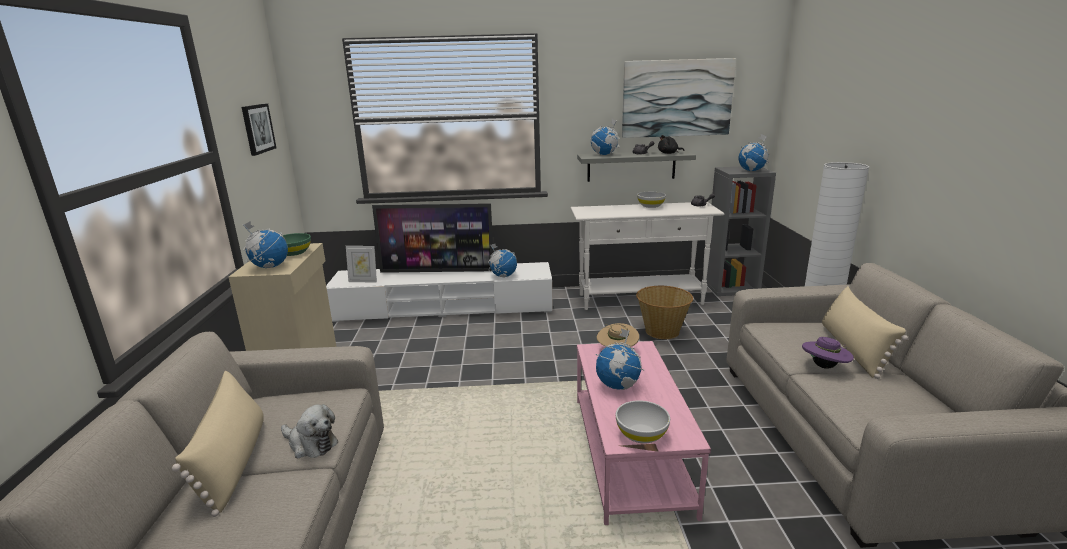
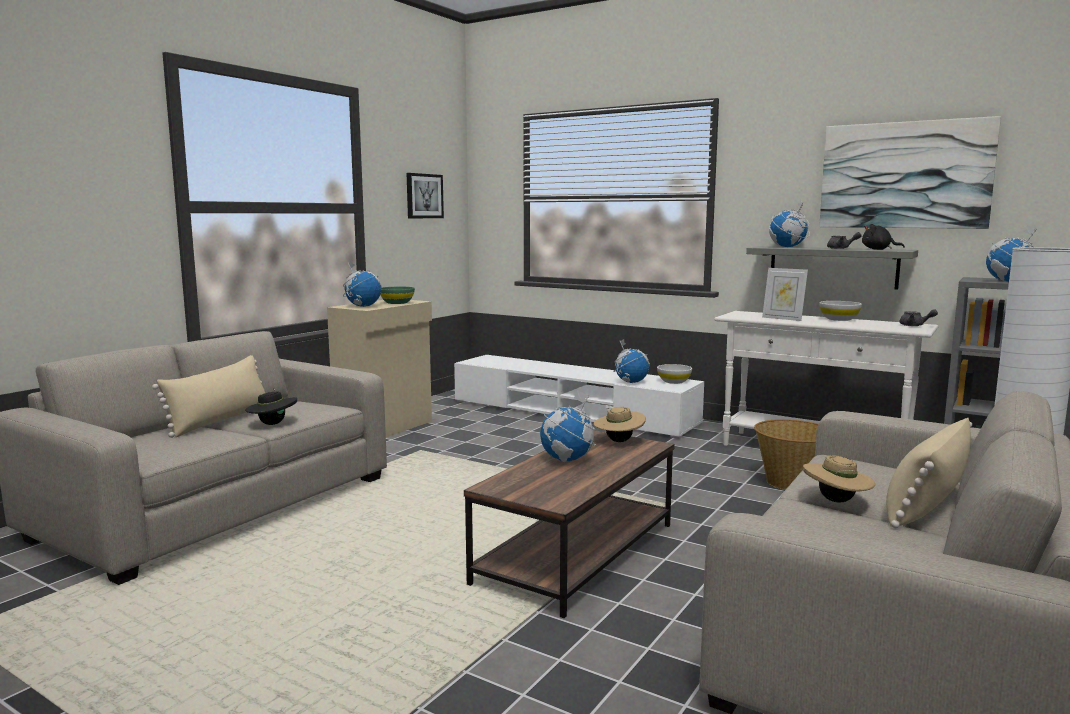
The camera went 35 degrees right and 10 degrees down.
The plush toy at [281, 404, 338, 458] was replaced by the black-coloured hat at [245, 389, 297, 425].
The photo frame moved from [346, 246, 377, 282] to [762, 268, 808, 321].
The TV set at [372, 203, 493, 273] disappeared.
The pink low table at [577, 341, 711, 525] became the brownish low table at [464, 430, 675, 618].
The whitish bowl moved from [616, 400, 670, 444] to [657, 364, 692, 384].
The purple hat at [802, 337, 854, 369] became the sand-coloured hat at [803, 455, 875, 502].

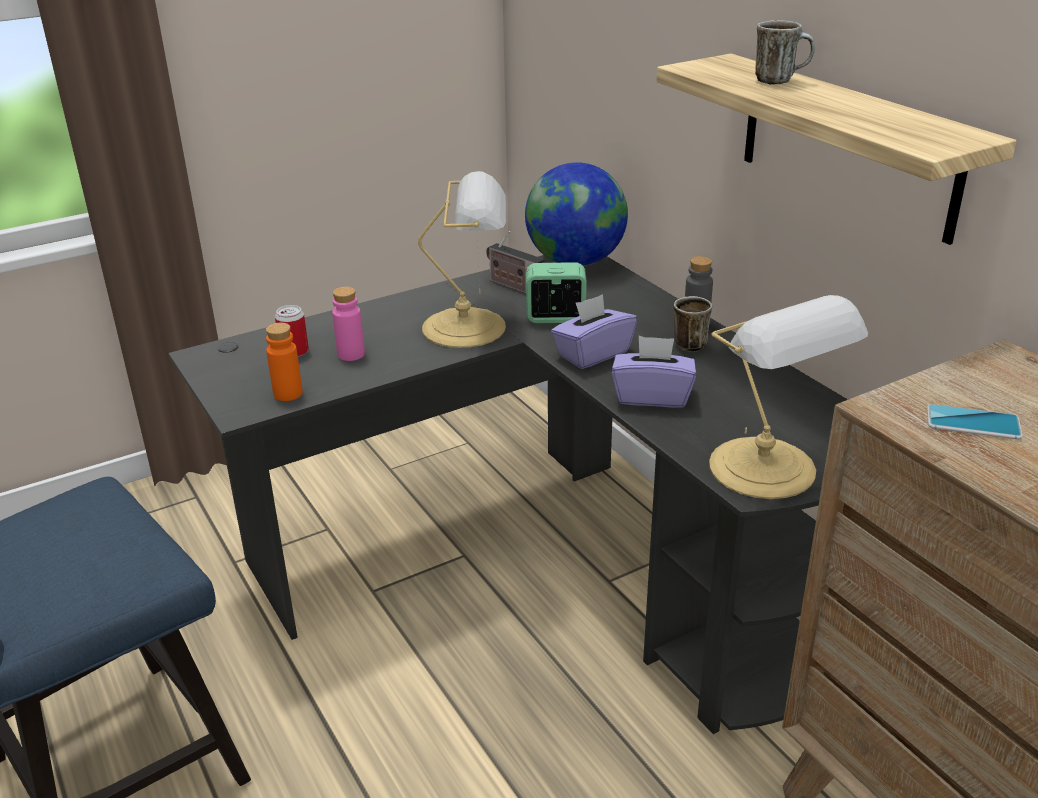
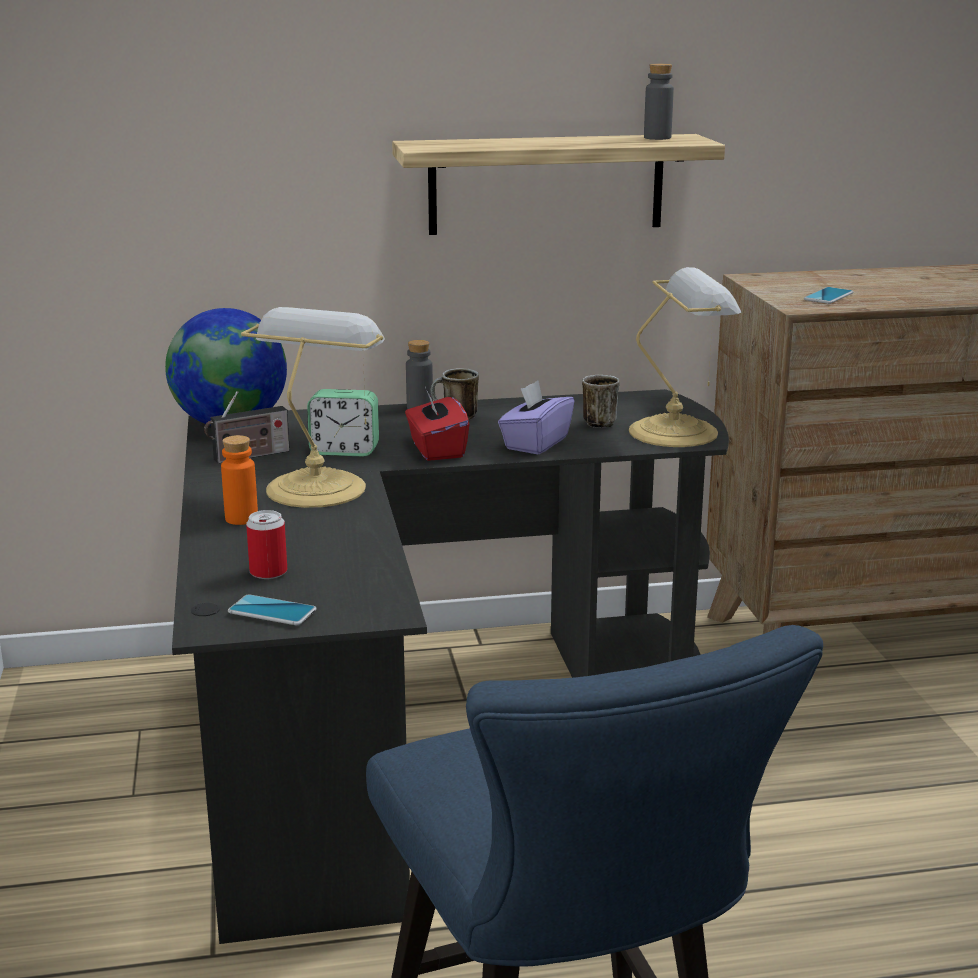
The camera went 70 degrees left and 10 degrees down.
The orange beverage bottle moved from [266, 322, 303, 401] to [221, 435, 258, 525].
The pink beverage bottle at [332, 286, 365, 361] disappeared.
The alarm clock at [526, 262, 587, 323] turned 105 degrees counterclockwise.
The purple box of tissues at [551, 294, 637, 369] became the red-coloured box of tissues at [405, 387, 469, 461].
The tea mug moved from [755, 20, 815, 85] to [582, 375, 620, 428].
The handset at [228, 594, 316, 625] appeared.
The gray beverage bottle at [644, 64, 674, 140] appeared.

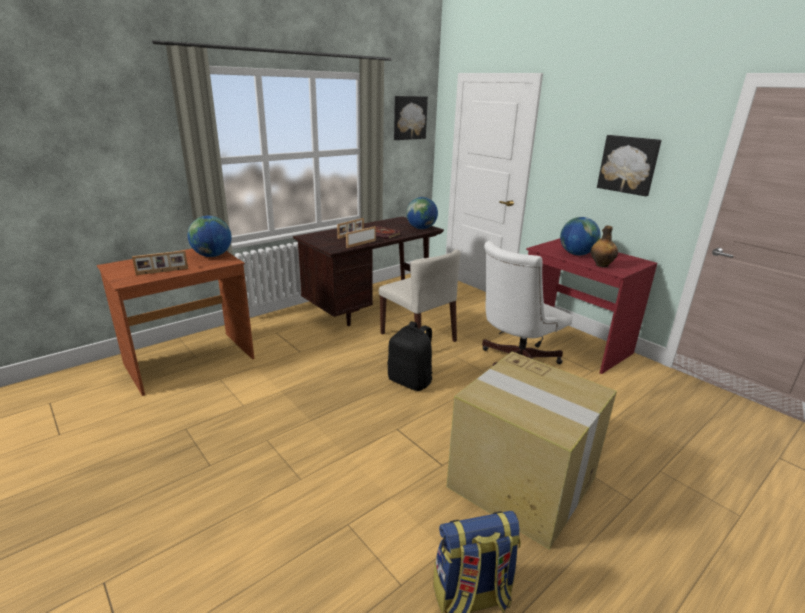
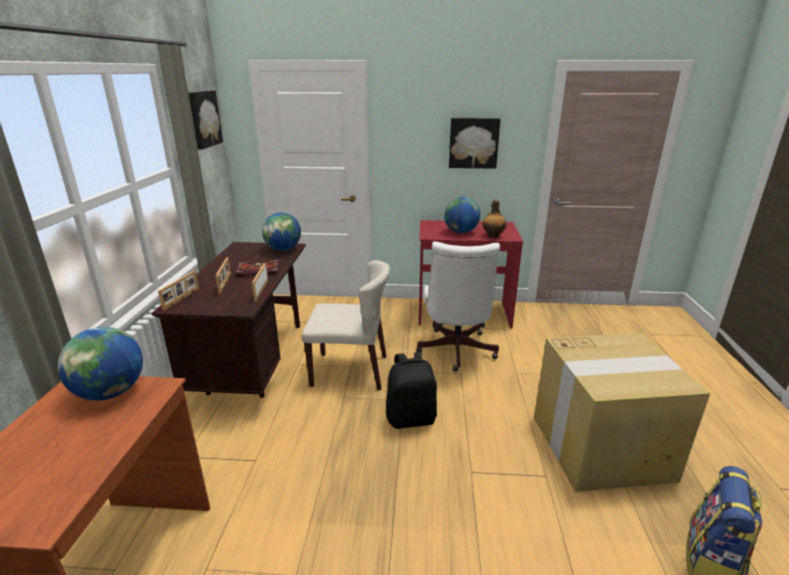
The camera went 45 degrees left and 0 degrees up.
The photo frame moved from [132, 250, 188, 275] to [158, 271, 199, 310].

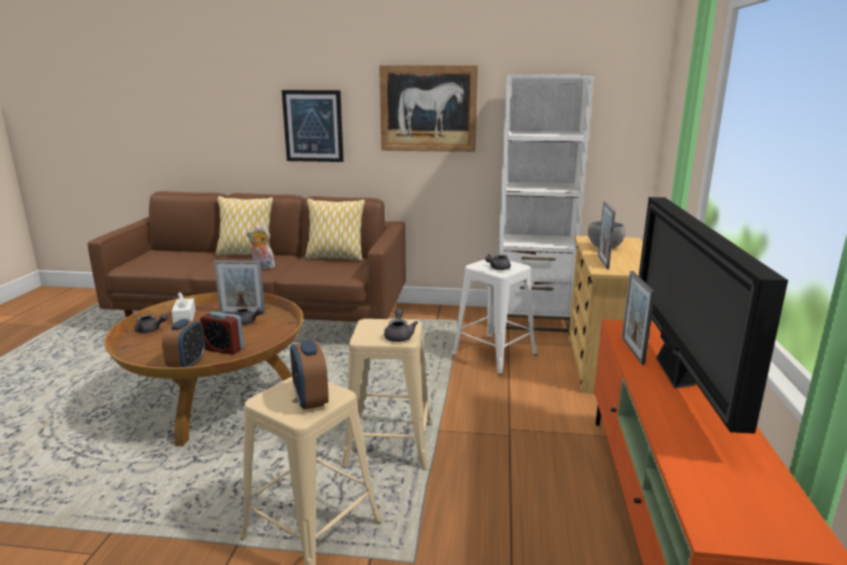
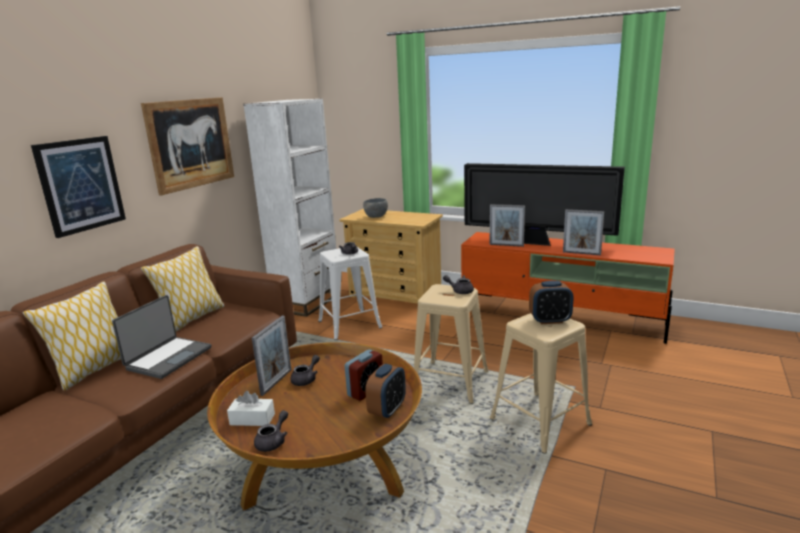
The camera went 70 degrees left and 0 degrees up.
The alarm clock at [162, 319, 205, 368] turned 90 degrees clockwise.
The plush toy at [247, 224, 275, 269] was replaced by the laptop at [112, 295, 212, 379].
The photo frame moved from [598, 201, 616, 269] to [563, 209, 605, 255].

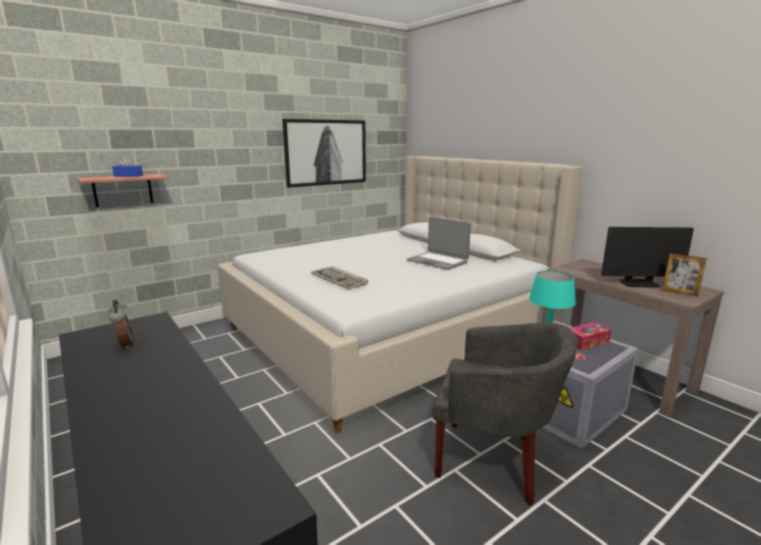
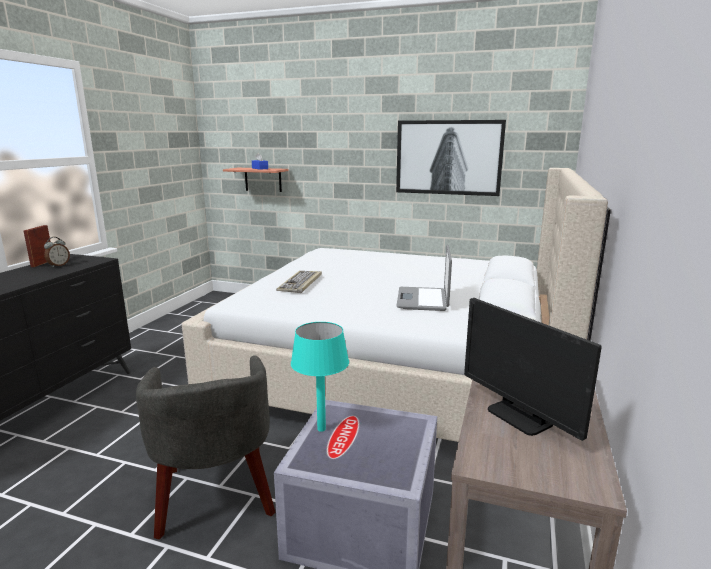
The camera went 55 degrees right and 0 degrees up.
The box of tissues at [570, 322, 611, 350] disappeared.
The photo frame moved from [662, 253, 707, 297] to [24, 225, 51, 267].

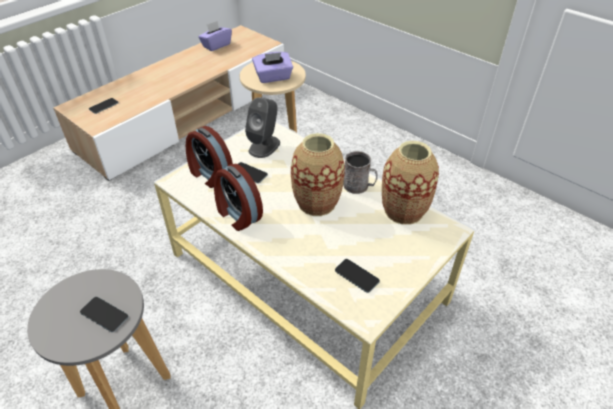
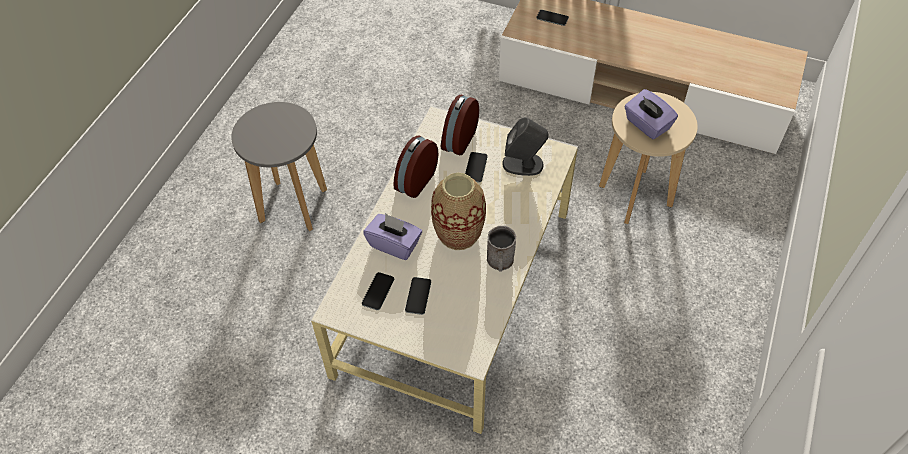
The camera went 70 degrees right and 10 degrees up.
The handset moved from [80, 297, 129, 332] to [405, 277, 431, 315].
The purple box of tissues moved from [198, 21, 232, 51] to [363, 213, 422, 260].
The vase at [382, 141, 439, 225] disappeared.

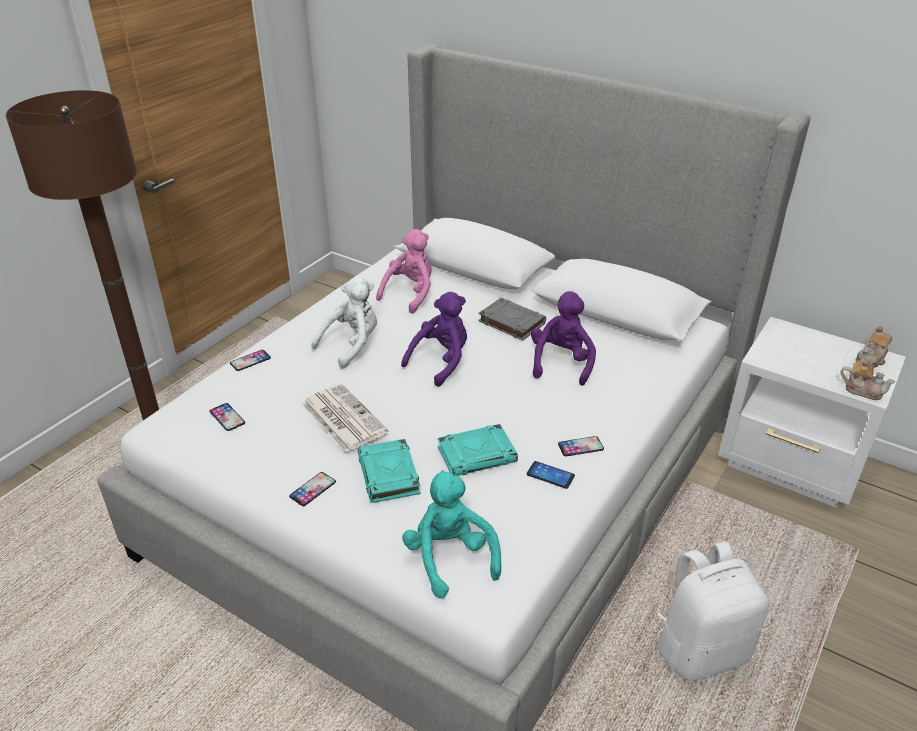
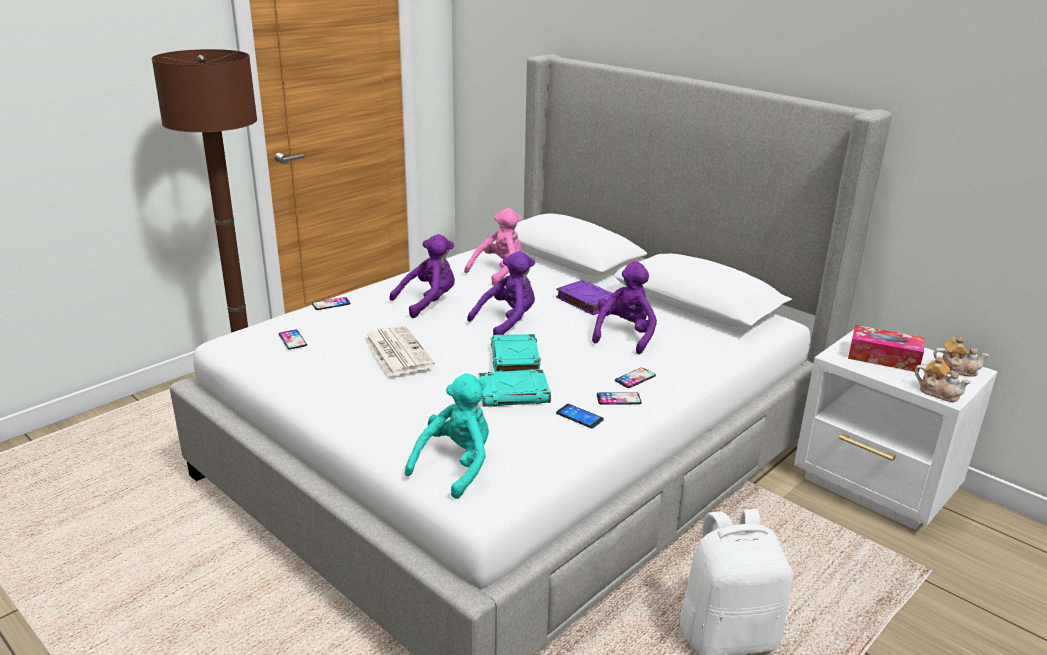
The camera went 10 degrees right and 10 degrees down.
The handset moved from [289, 472, 336, 506] to [615, 368, 656, 388].
The whitish plush toy at [311, 277, 377, 369] became the purple plush toy at [389, 234, 455, 318].
The blue-green volume moved from [358, 439, 421, 503] to [491, 334, 541, 372].
The blue-green plush toy at [402, 470, 501, 598] turned 45 degrees clockwise.
The gray volume at [478, 298, 546, 341] became the purple volume at [556, 280, 620, 315].
The teapot at [856, 326, 892, 368] turned 135 degrees counterclockwise.
The box of tissues at [848, 325, 925, 373] appeared.

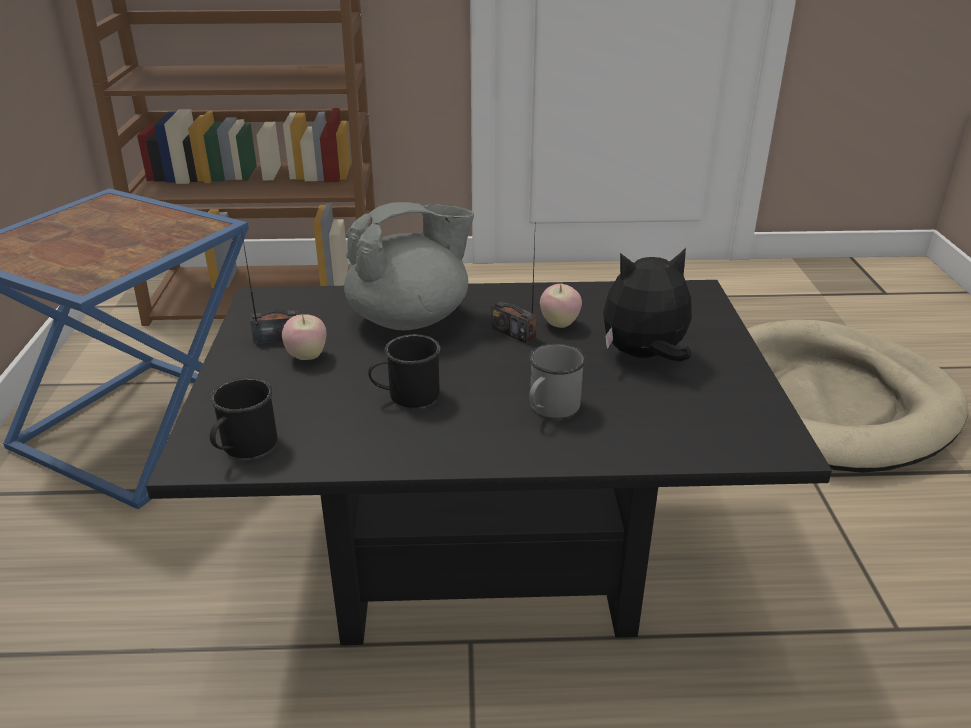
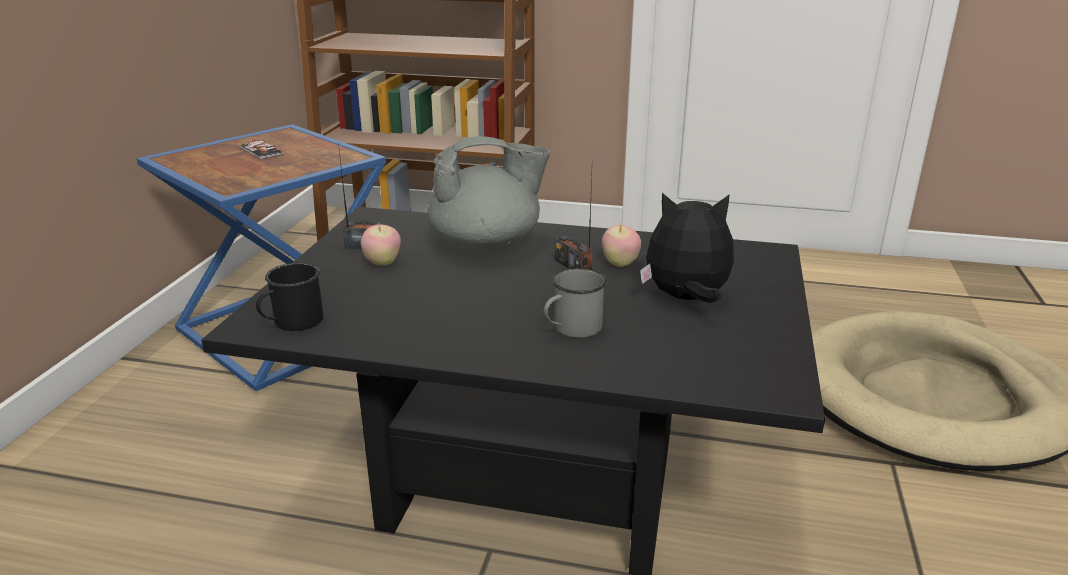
The camera went 15 degrees right and 5 degrees down.
The black-coloured tea mug at [368, 334, 440, 408] disappeared.
The handset at [240, 139, 283, 159] appeared.

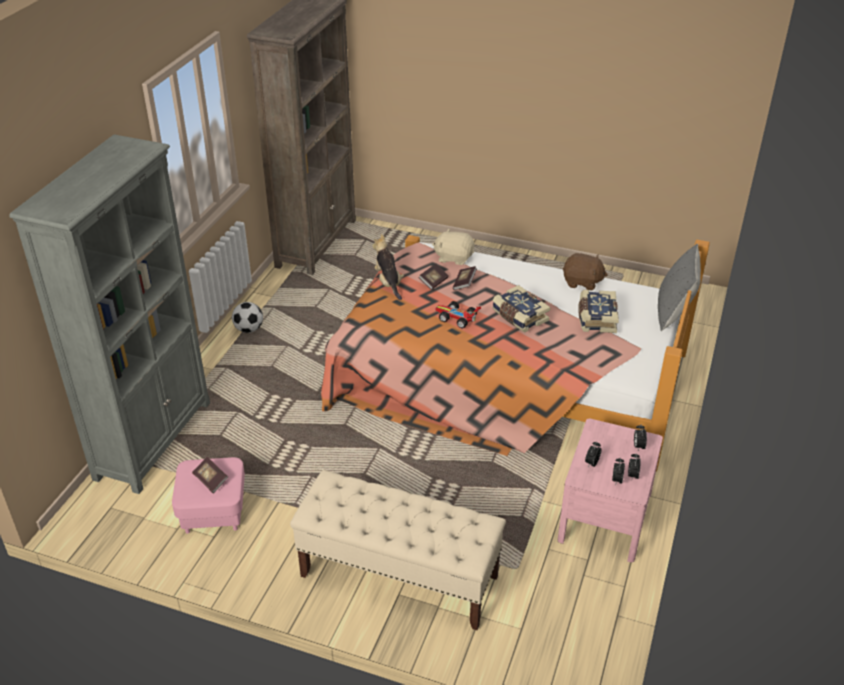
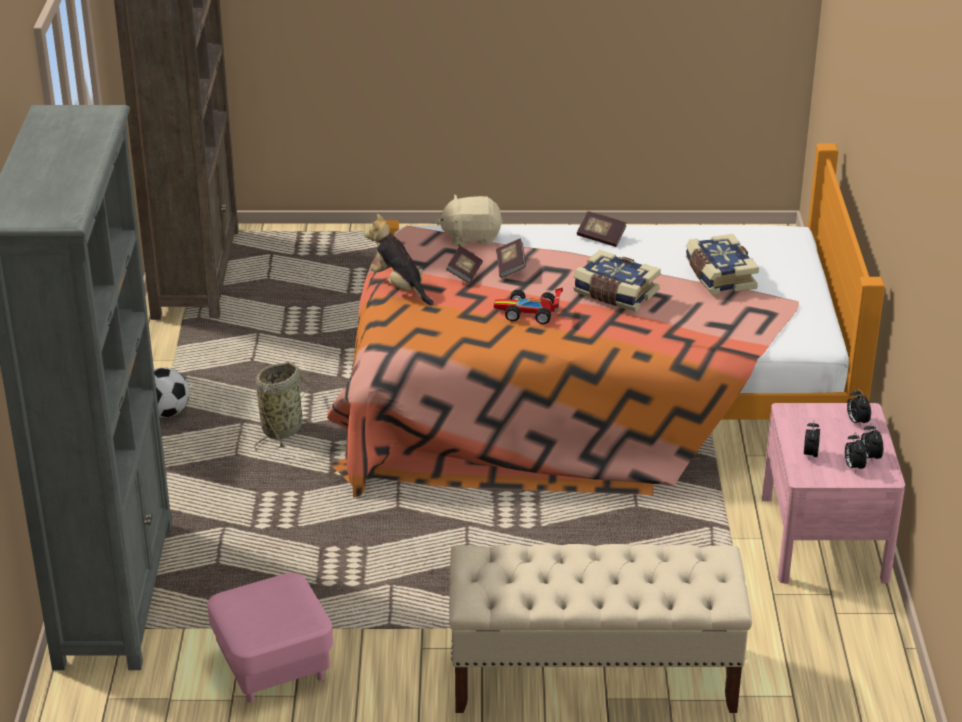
The camera went 20 degrees left and 5 degrees down.
The volume moved from [192, 457, 228, 493] to [577, 211, 627, 247].
The brownish plush toy at [563, 253, 608, 291] disappeared.
The gray cushion at [658, 244, 701, 331] disappeared.
The basket at [254, 362, 316, 451] appeared.

